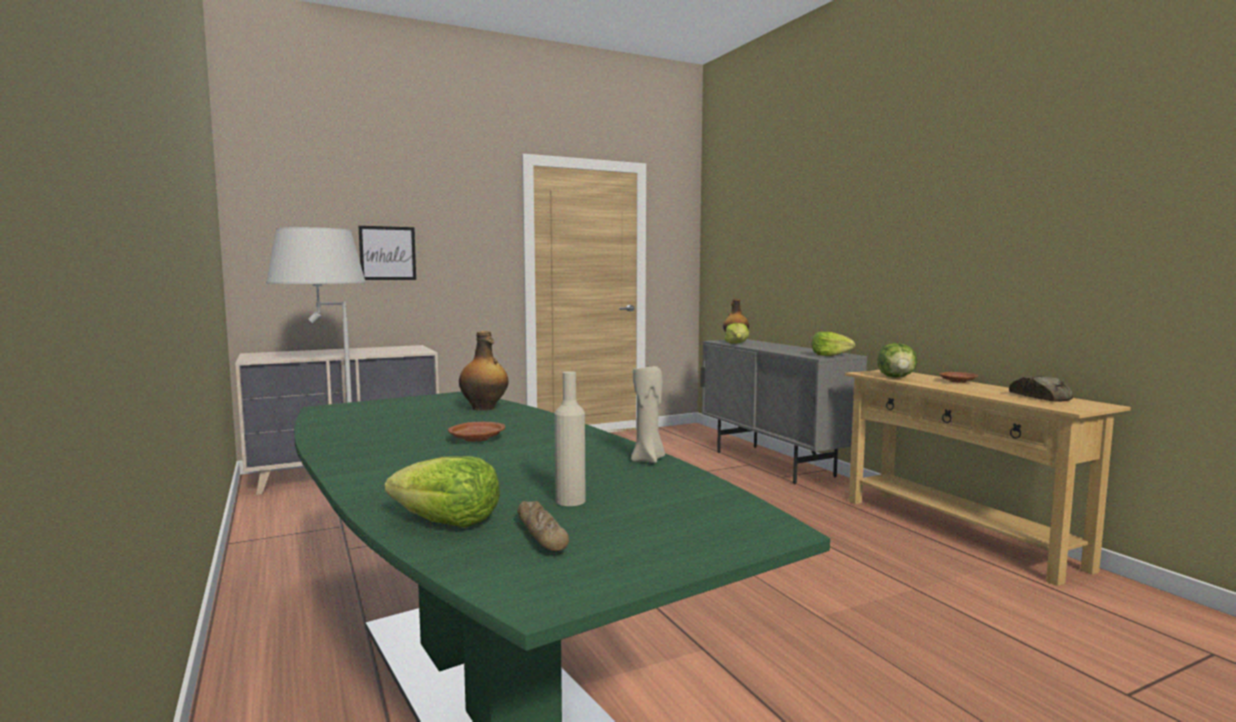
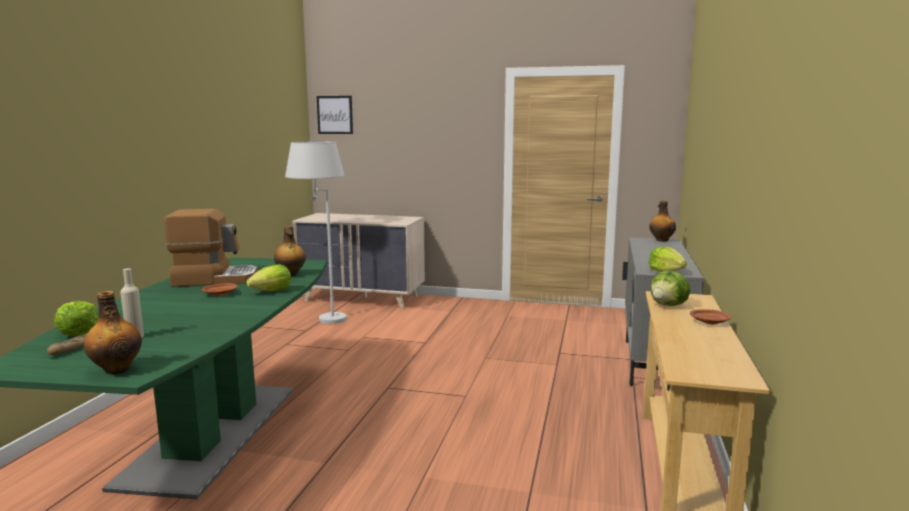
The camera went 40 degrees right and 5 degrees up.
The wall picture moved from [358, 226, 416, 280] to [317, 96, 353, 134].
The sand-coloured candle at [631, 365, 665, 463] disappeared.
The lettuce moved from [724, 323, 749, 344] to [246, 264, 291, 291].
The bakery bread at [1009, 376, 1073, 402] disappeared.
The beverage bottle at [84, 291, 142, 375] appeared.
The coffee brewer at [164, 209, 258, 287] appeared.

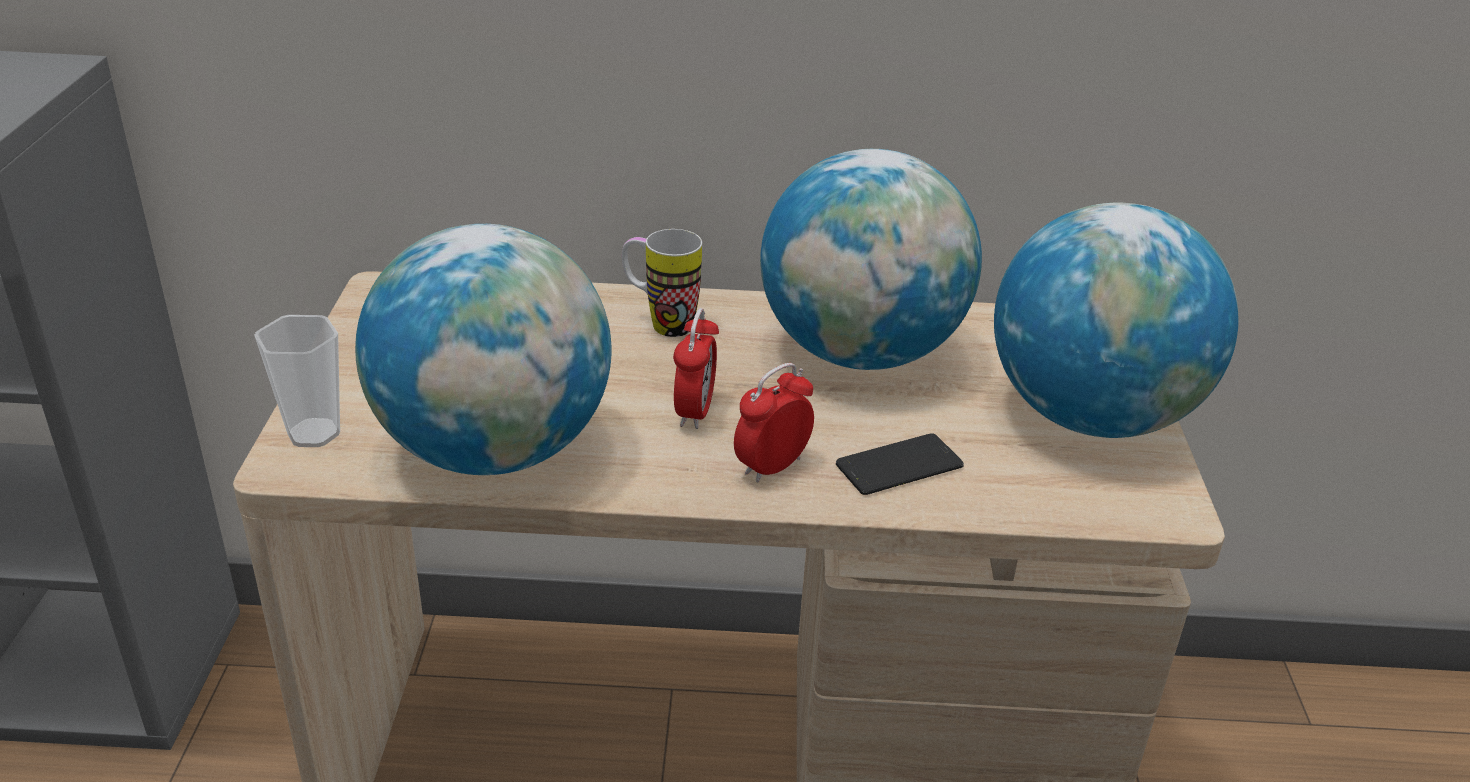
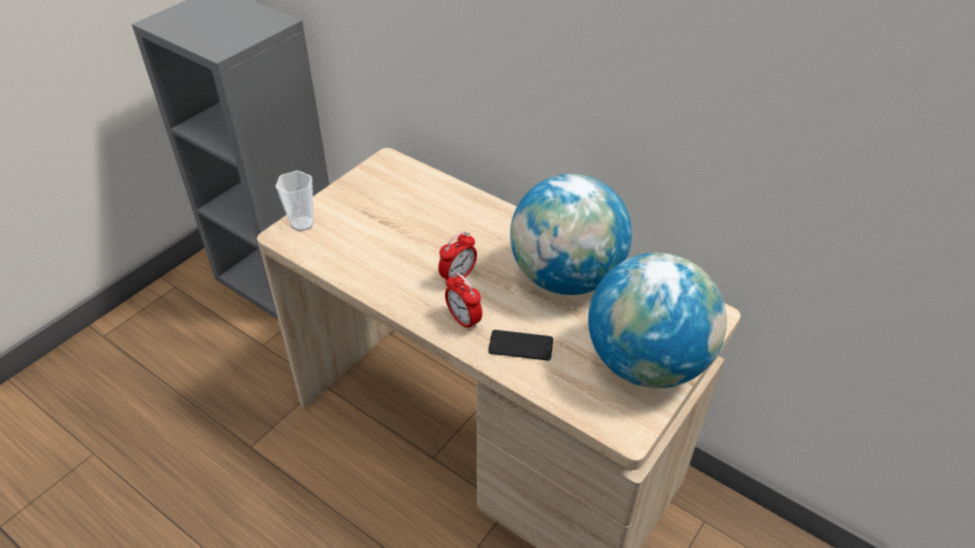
The camera went 35 degrees right and 10 degrees up.
The desk globe at [355, 224, 611, 475] disappeared.
The tea mug at [622, 229, 702, 337] disappeared.
The alarm clock at [734, 363, 814, 482] turned 120 degrees counterclockwise.

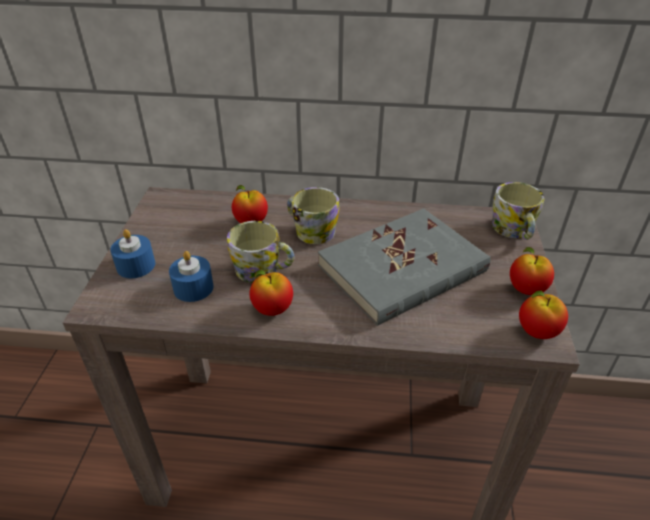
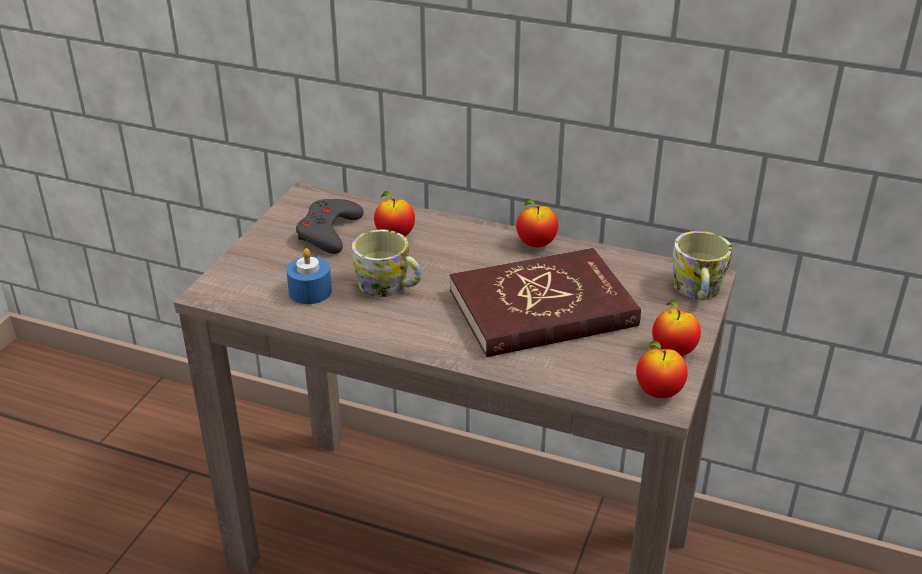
The camera went 15 degrees right and 5 degrees down.
The blue-coloured candle at [110, 229, 155, 278] disappeared.
The whole apple moved from [249, 270, 293, 316] to [516, 199, 558, 247].
The tea mug at [287, 187, 340, 244] disappeared.
The gray volume at [318, 208, 490, 326] became the red-coloured volume at [450, 248, 641, 357].
The gray game controller at [296, 199, 364, 254] appeared.

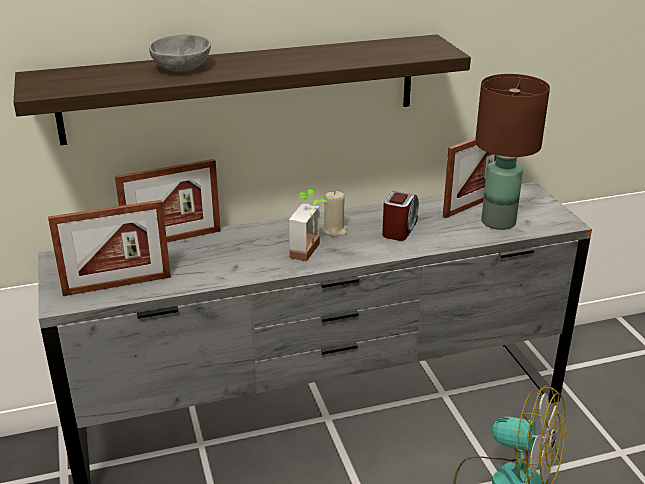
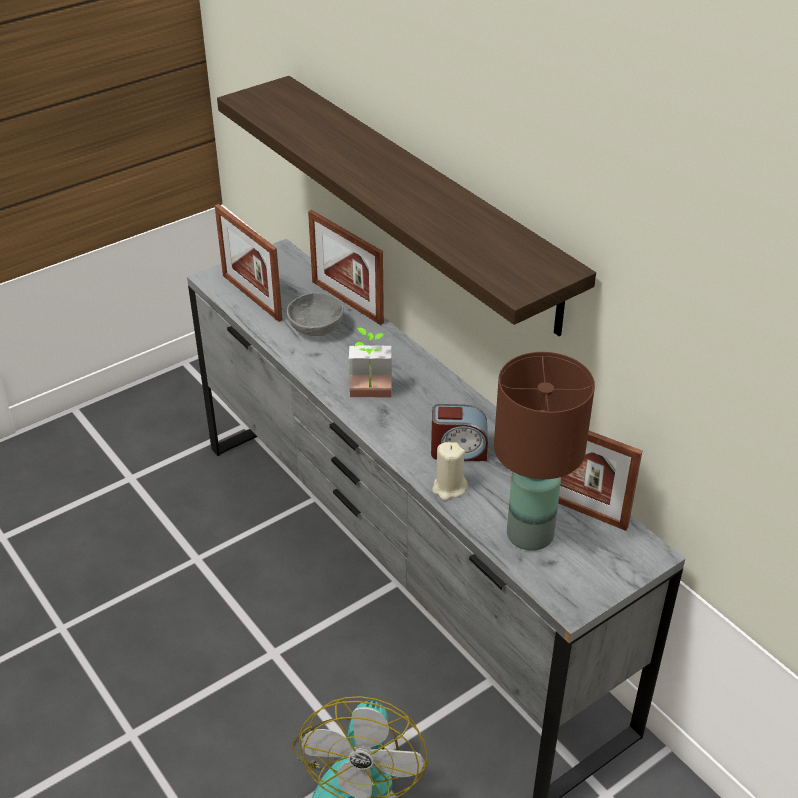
The camera went 70 degrees right and 10 degrees up.
The gray bowl moved from [149, 34, 211, 72] to [287, 293, 344, 336].
The sand-coloured candle moved from [322, 191, 347, 237] to [432, 442, 468, 501].

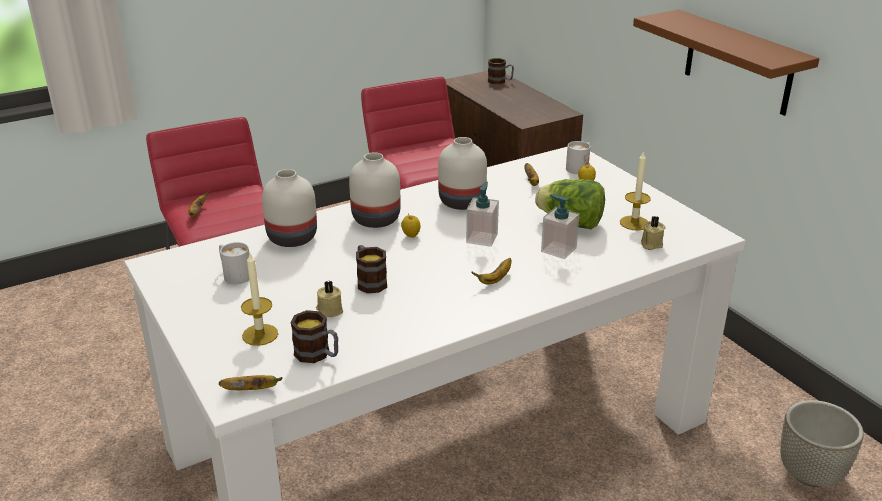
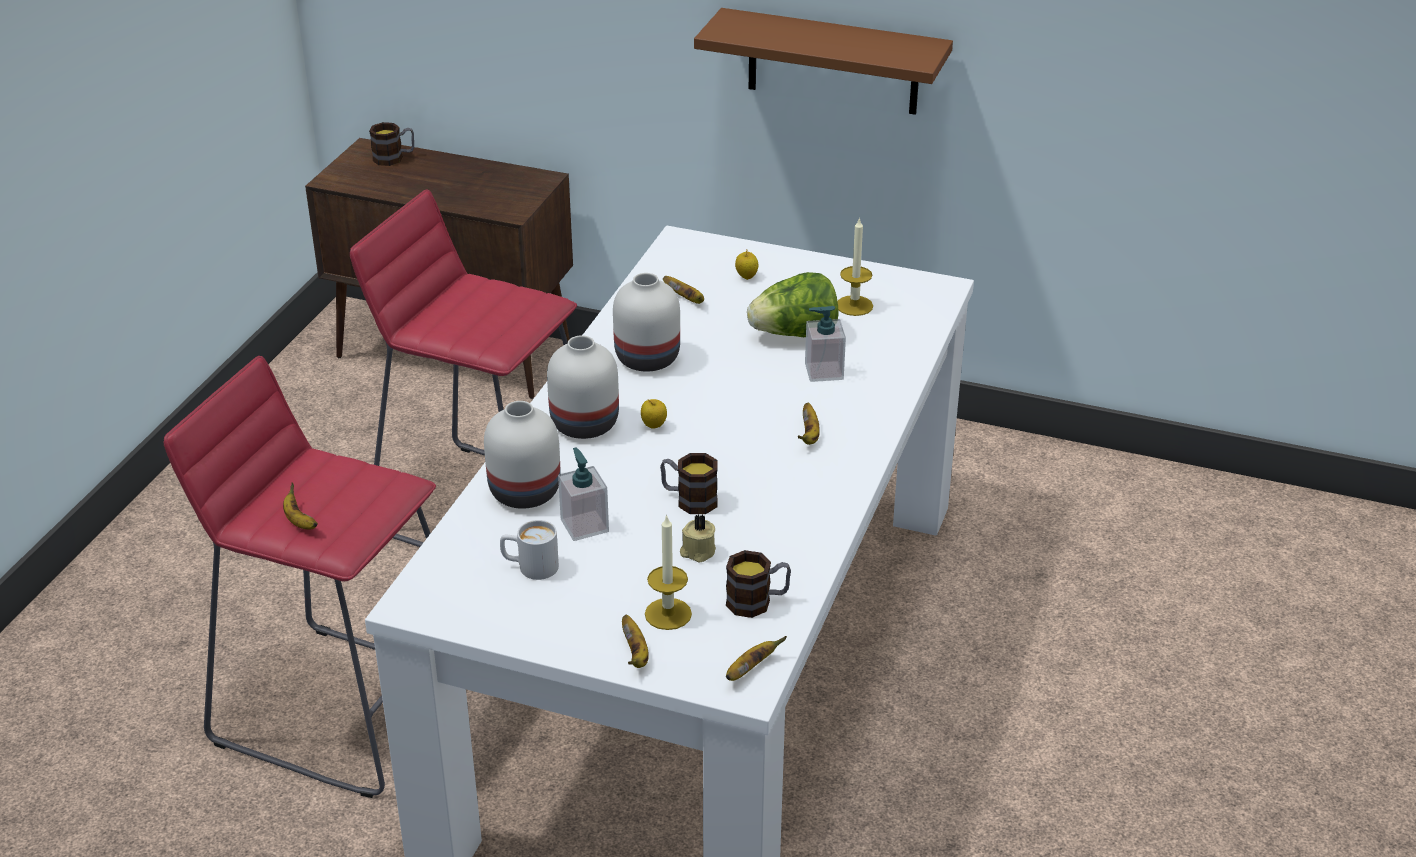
The camera went 40 degrees left and 5 degrees up.
The liquid soap bottle moved from [466, 182, 499, 247] to [558, 447, 609, 541].
The whitish tea mug at [566, 141, 590, 174] disappeared.
The sand-coloured candle at [641, 216, 666, 250] disappeared.
The gray planter at [780, 400, 864, 487] disappeared.
The banana fruit at [622, 615, 649, 668] appeared.

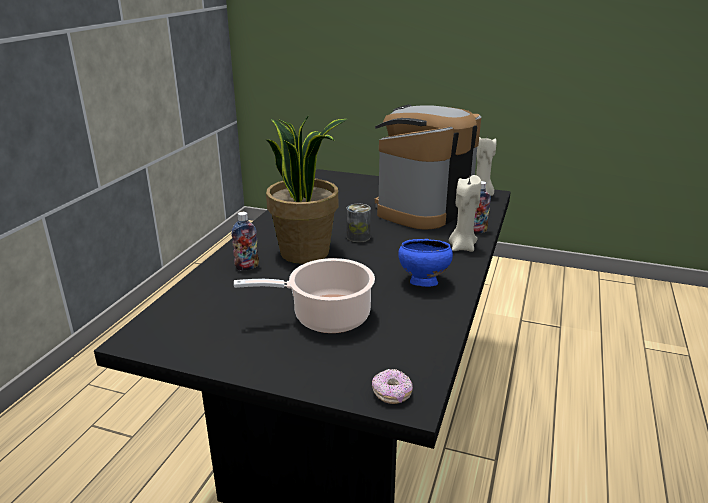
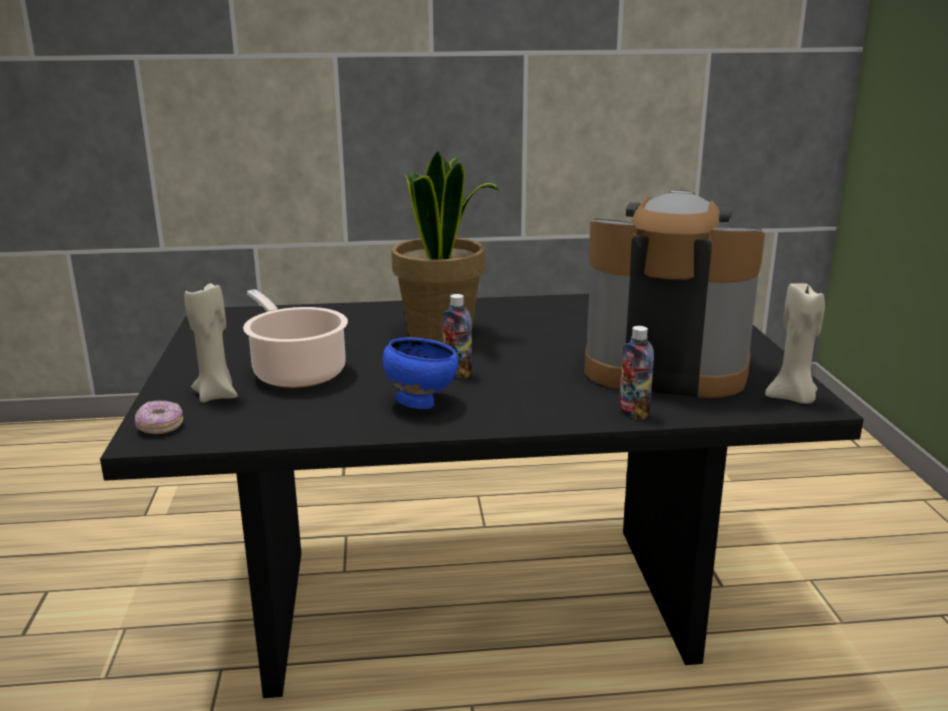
The camera went 65 degrees right and 5 degrees down.
The beverage bottle moved from [231, 212, 259, 270] to [443, 294, 472, 378].
The sealed can at [347, 204, 371, 243] disappeared.
The sand-coloured candle moved from [449, 175, 481, 252] to [184, 280, 238, 403].

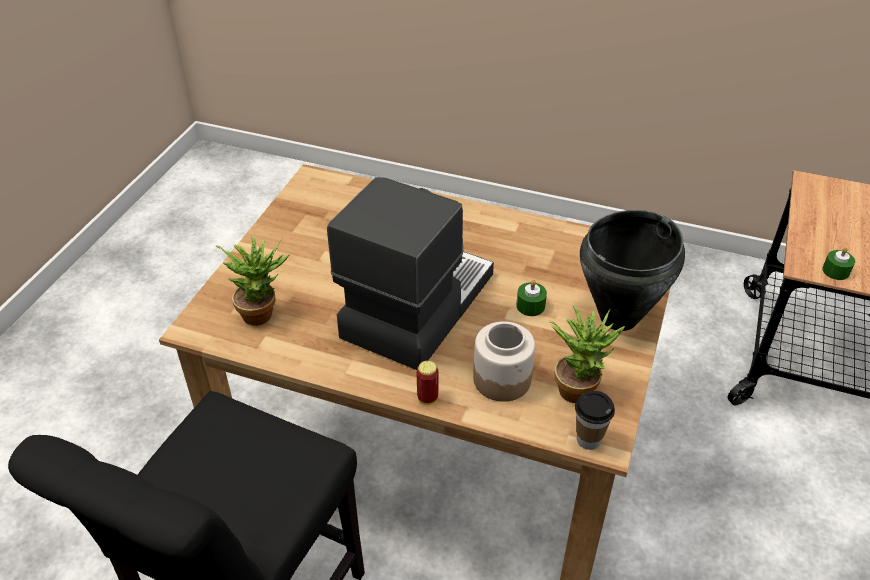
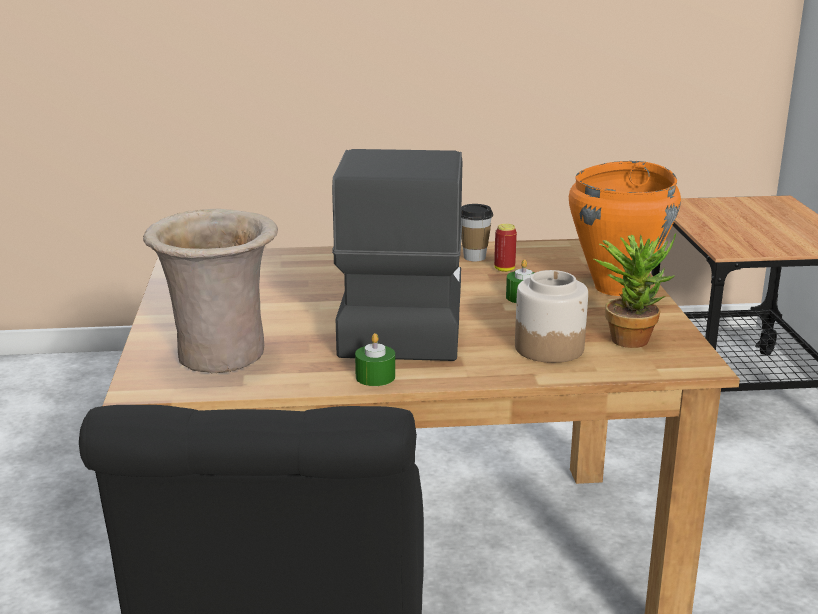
The camera went 25 degrees left and 20 degrees down.
The houseplant at [216, 235, 289, 326] was replaced by the sand-coloured vase at [143, 209, 278, 373].
The sealed can moved from [417, 361, 438, 405] to [494, 224, 517, 272].
The drinking cup moved from [575, 391, 615, 450] to [461, 204, 493, 261].
The black-coloured stockpot at [580, 210, 685, 331] became the orange stockpot at [569, 161, 681, 296].
The greenish candle moved from [822, 247, 855, 280] to [355, 333, 395, 386].

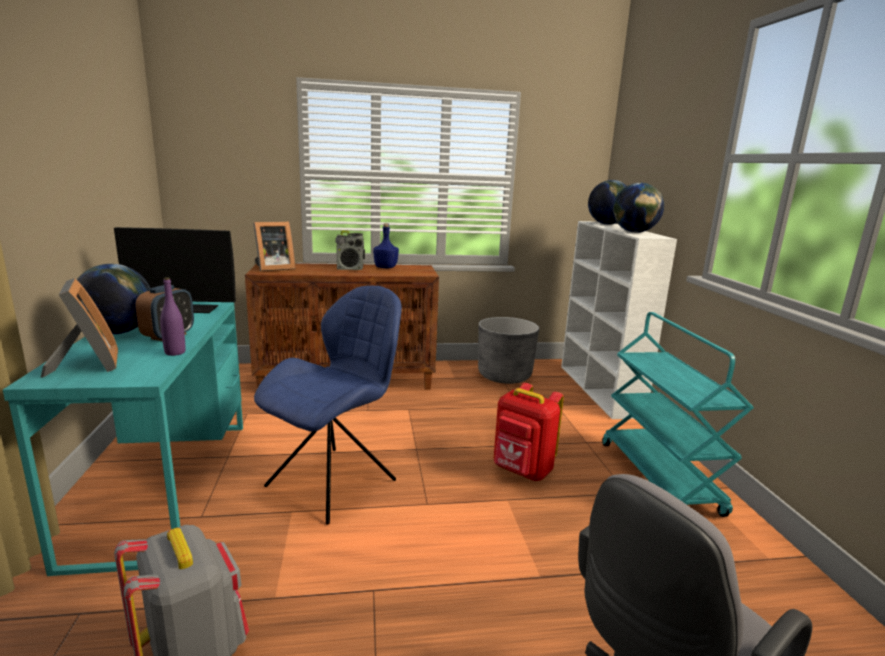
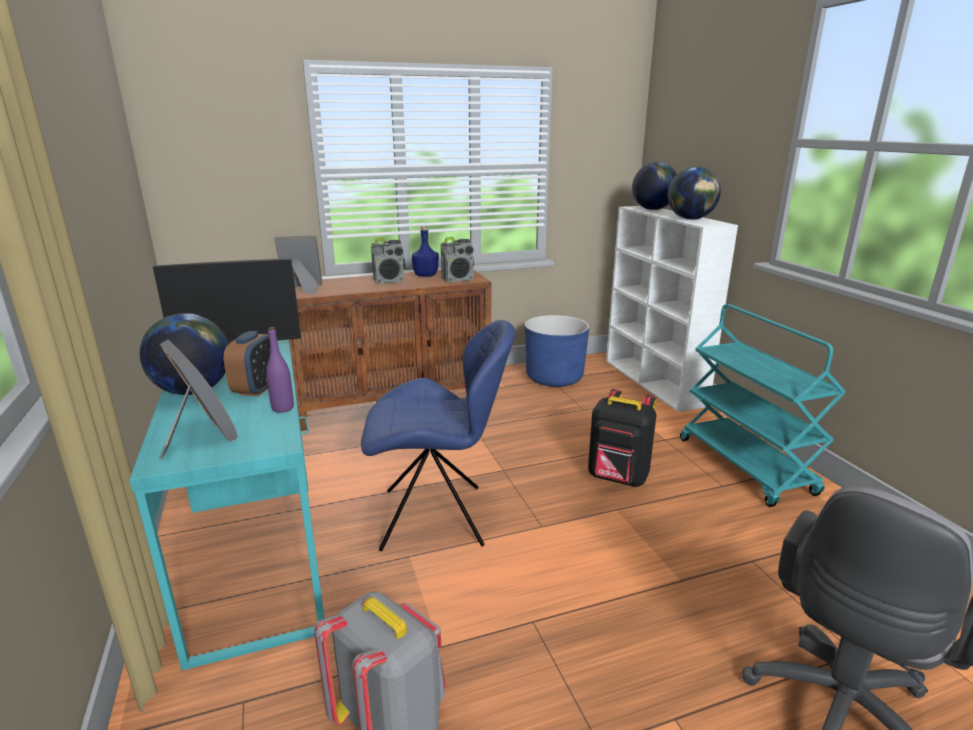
The camera went 10 degrees left and 5 degrees up.
The photo frame at [253, 221, 296, 271] turned 150 degrees counterclockwise.
The blue-coloured upright chair at [254, 286, 402, 525] turned 60 degrees clockwise.
The gray planter at [478, 317, 539, 384] became the blue-coloured planter at [525, 315, 589, 387].
The red-coloured rucksack at [494, 383, 564, 481] became the black-coloured rucksack at [588, 389, 656, 487].
The radio set at [441, 237, 474, 282] appeared.

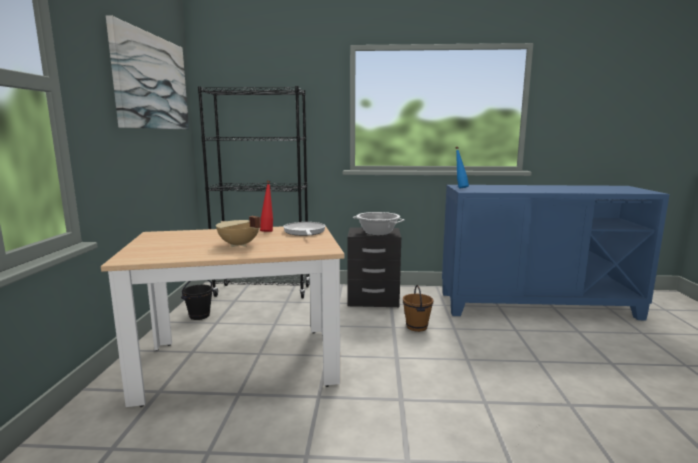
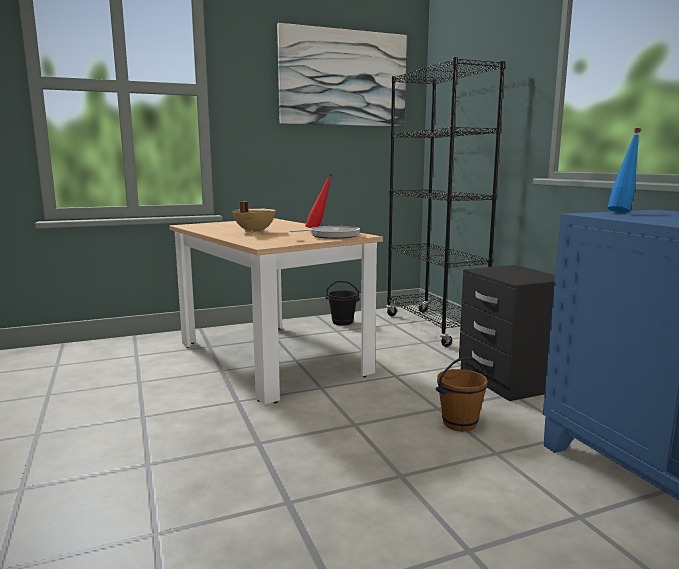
The camera went 65 degrees right and 0 degrees up.
The stockpot at [353, 212, 404, 236] disappeared.

